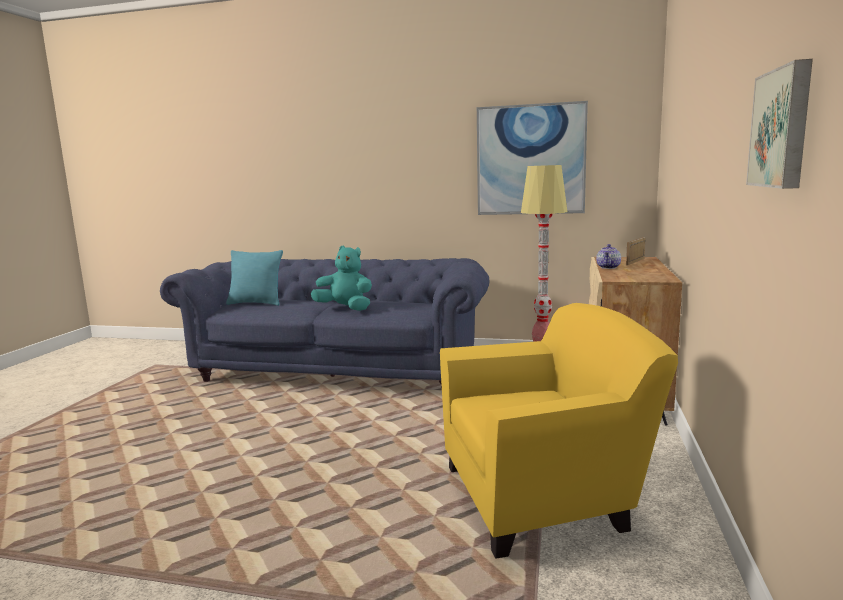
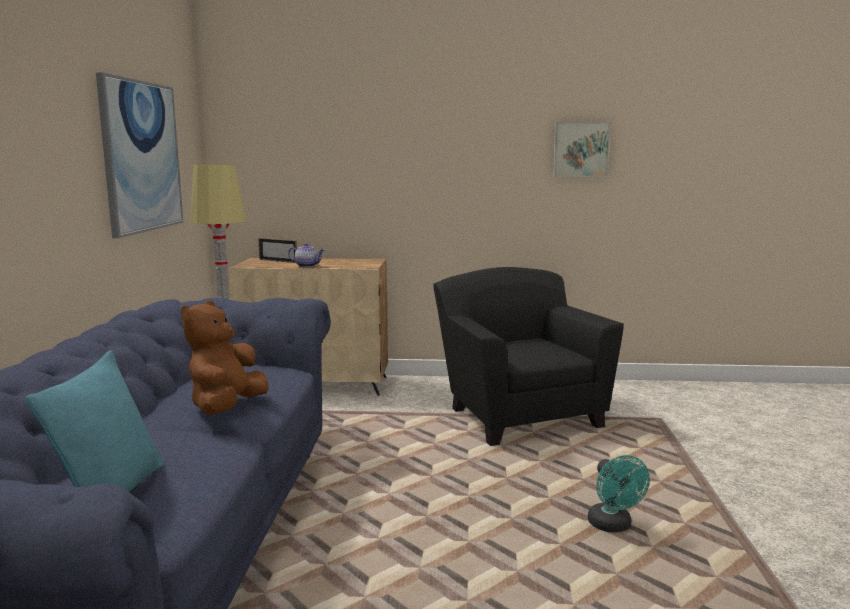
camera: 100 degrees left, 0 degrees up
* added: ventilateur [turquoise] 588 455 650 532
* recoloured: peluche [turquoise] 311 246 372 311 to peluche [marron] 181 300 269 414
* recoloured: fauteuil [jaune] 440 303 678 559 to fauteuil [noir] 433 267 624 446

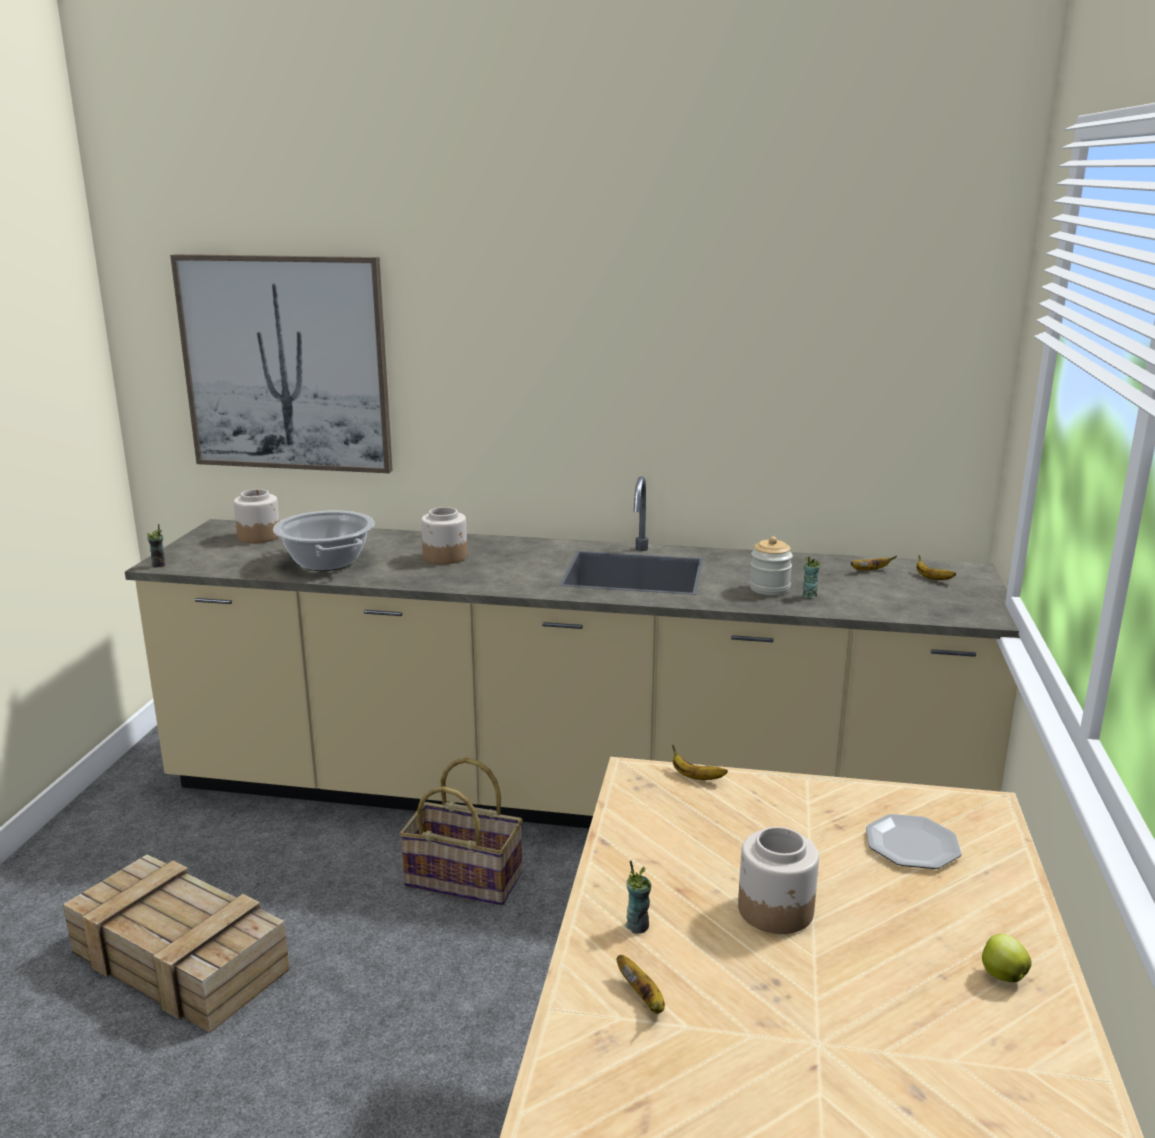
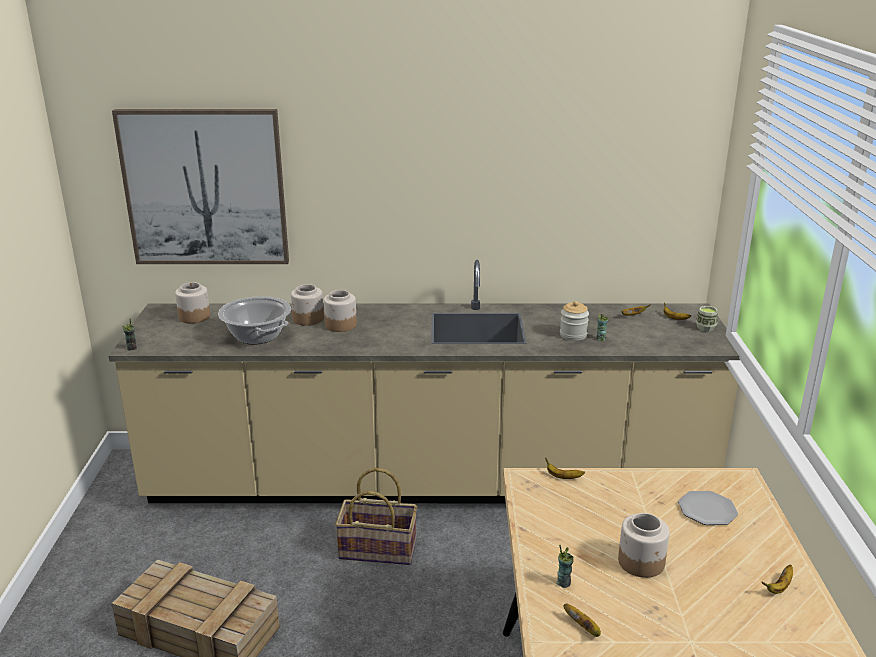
camera: 10 degrees left, 5 degrees up
* added: bocal 291 284 324 326
* added: tasse 696 306 718 332
* replaced: pomme 982 934 1032 982 to banane 762 565 793 594

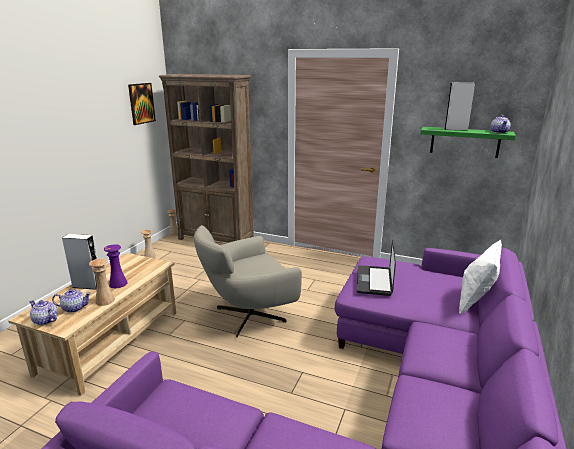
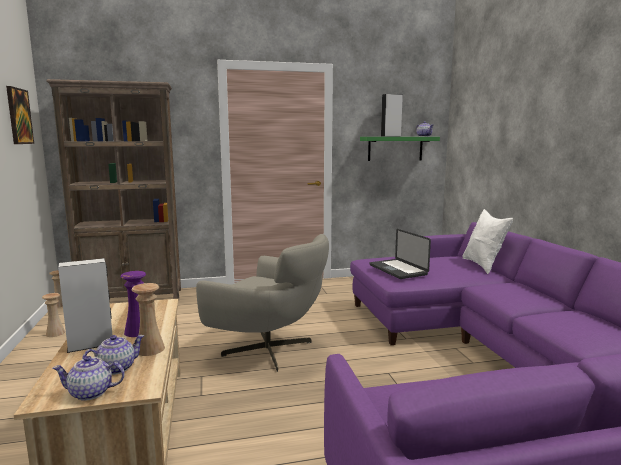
camera: 35 degrees left, 10 degrees down
* turned: fauteuil [gris] 194 225 302 338 = 196 234 329 372 90 degrees counterclockwise

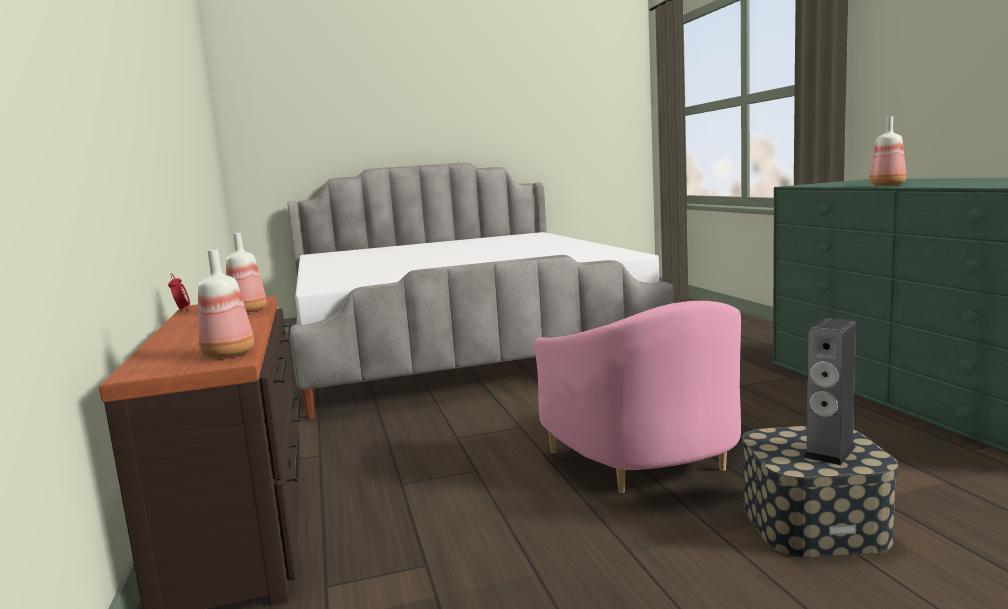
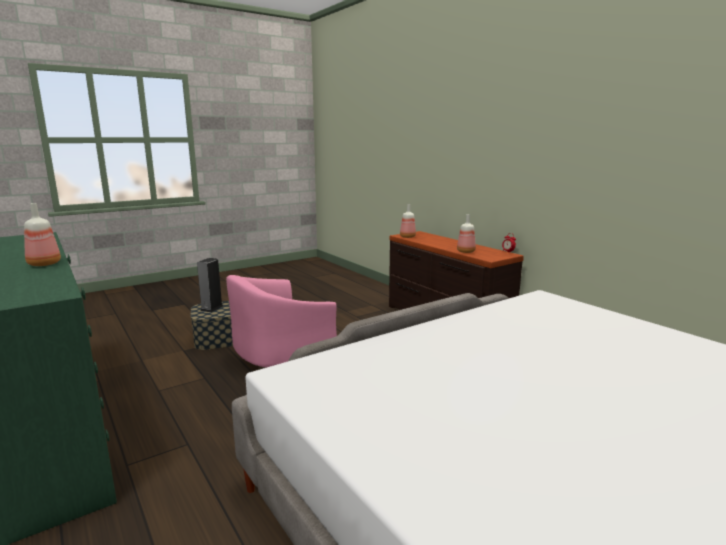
camera: 160 degrees right, 5 degrees up
* turned: fauteuil [rose] 535 301 741 493 = 226 275 337 367 90 degrees counterclockwise

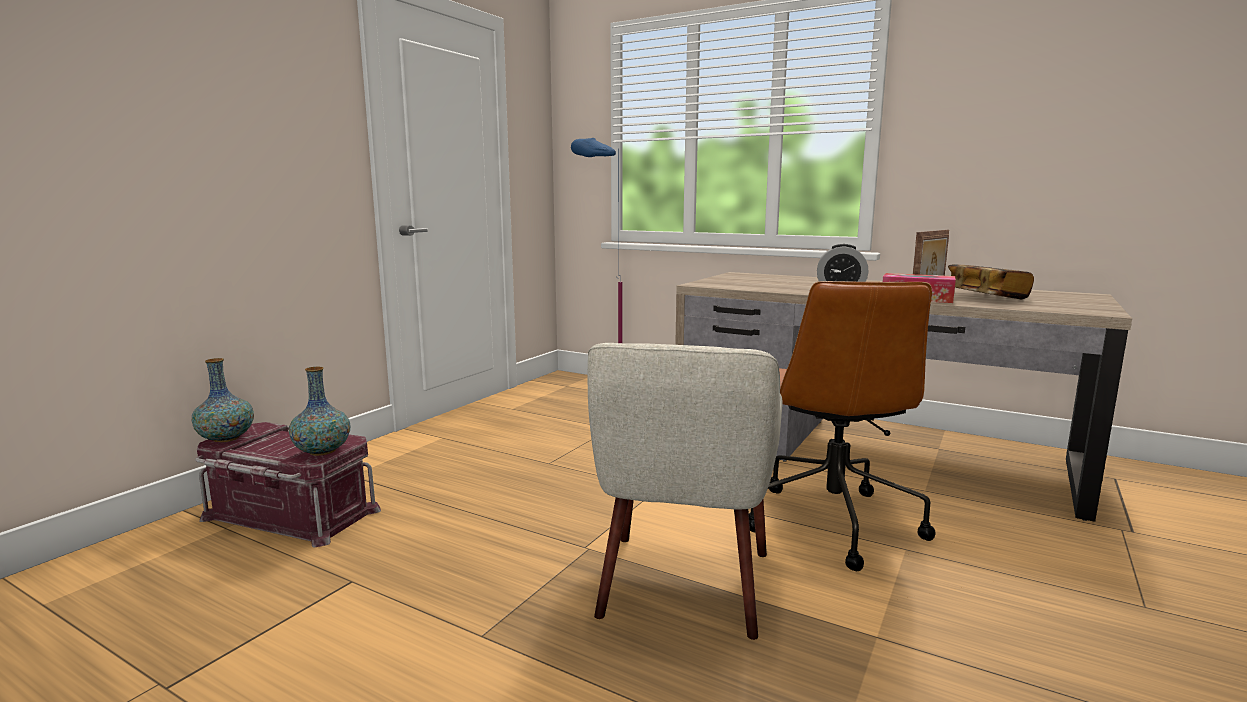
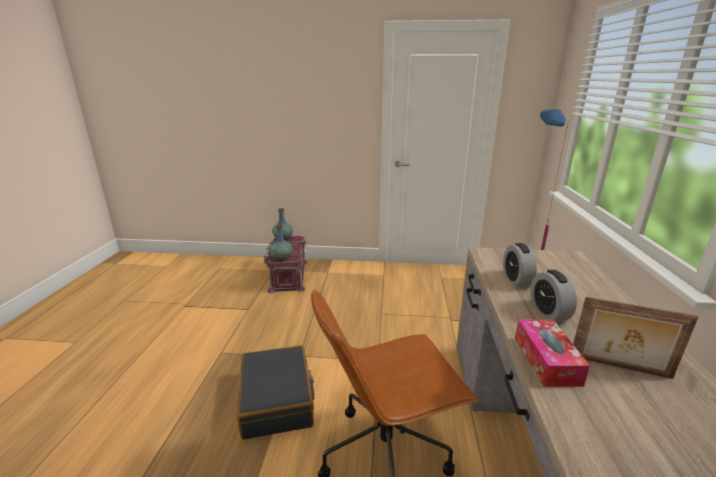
camera: 65 degrees right, 10 degrees up
* removed: livre 948 264 1034 300
* added: réveil 503 243 537 287
* replaced: fauteuil [beige] 588 343 783 640 to valise [noir] 237 345 314 440

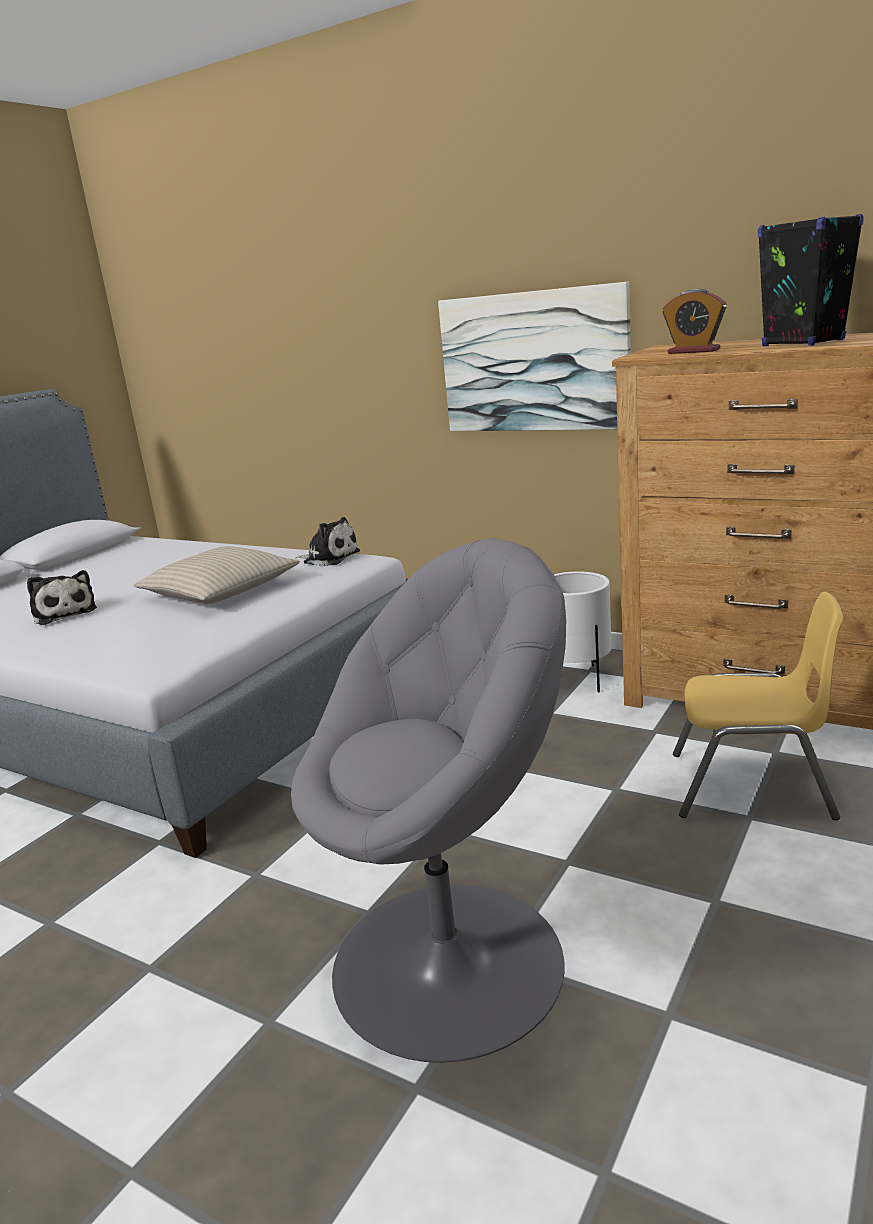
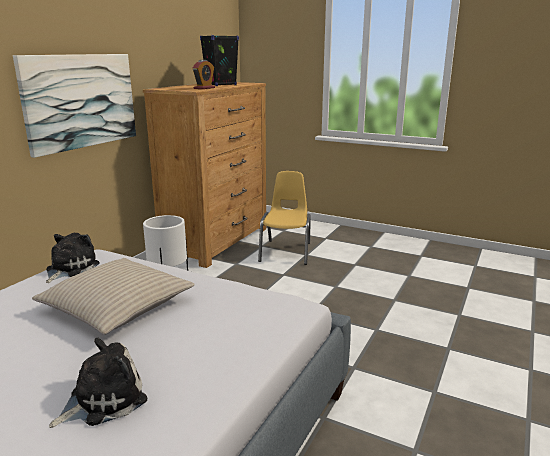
camera: 95 degrees left, 0 degrees up
* removed: fauteuil [gris] 291 538 566 1063

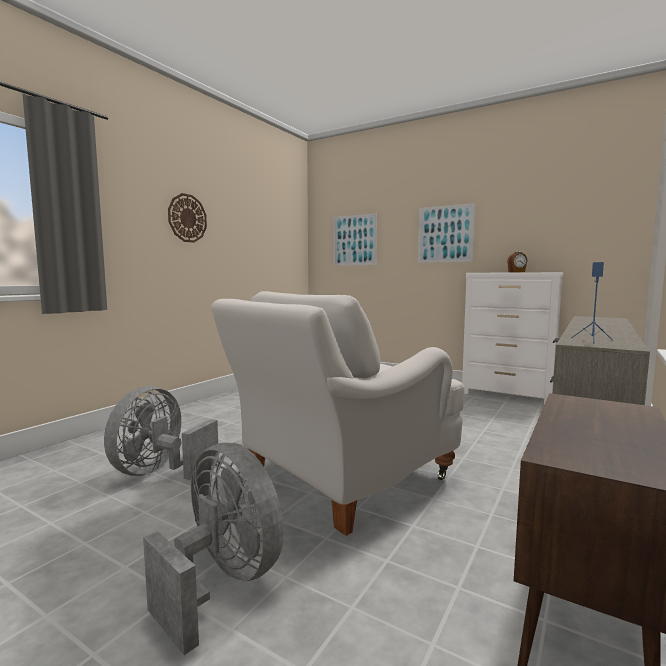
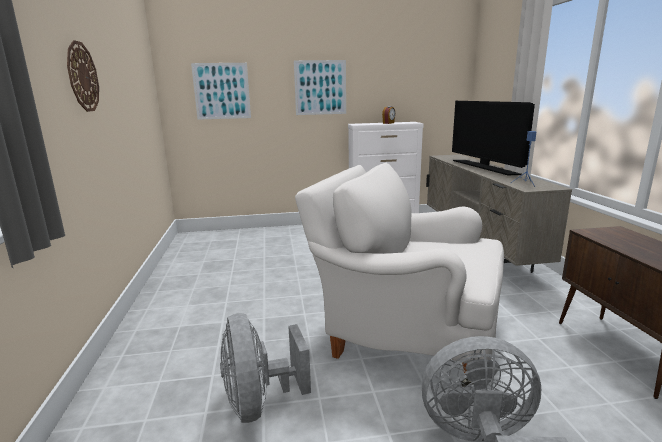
camera: 40 degrees left, 10 degrees up
* added: téléviseur 452 101 535 175
* turned: fauteuil [blanc] 211 291 464 536 = 295 163 504 387 105 degrees clockwise

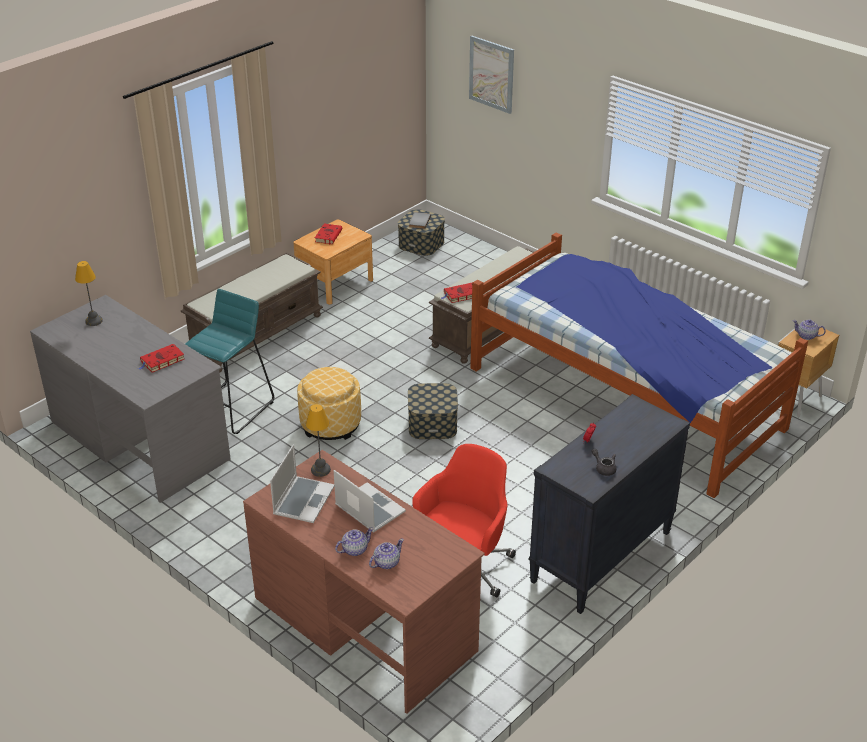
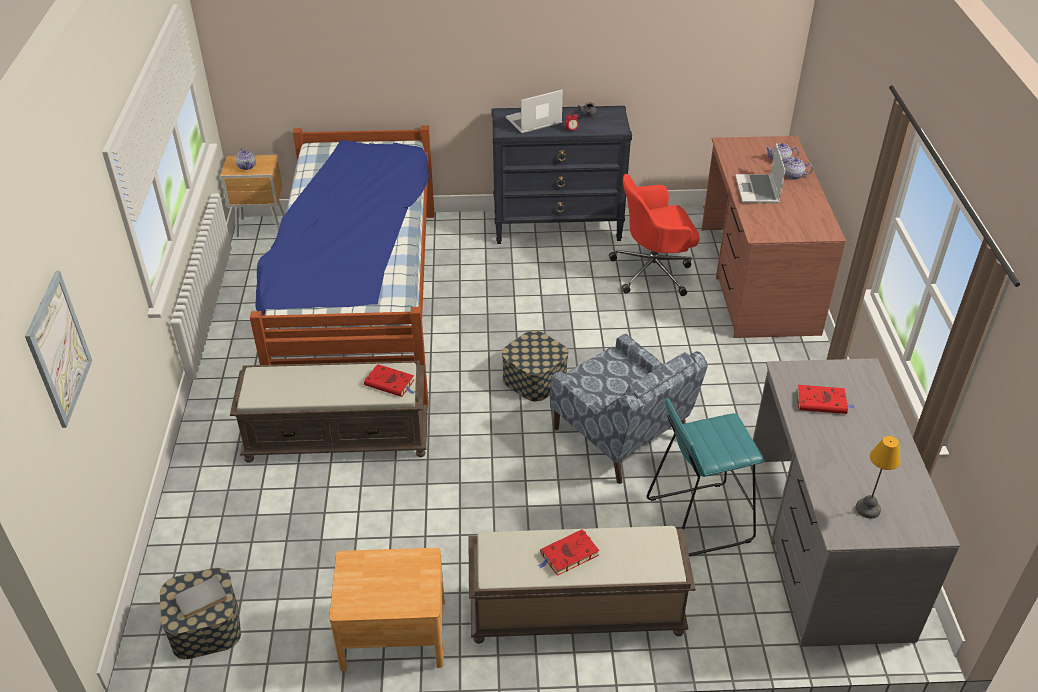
camera: 135 degrees left, 5 degrees up
* removed: lampe de table 306 404 331 477
* moved: ordinateur portable 270 444 334 523 to 506 89 563 134
* moved: livre [rouge] 315 224 343 244 to 538 529 599 576
* replaced: pouf 297 367 361 440 to fauteuil [bleu] 550 334 708 484

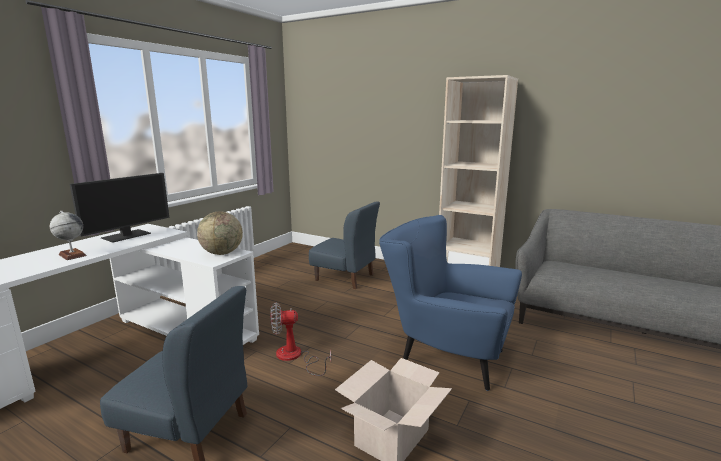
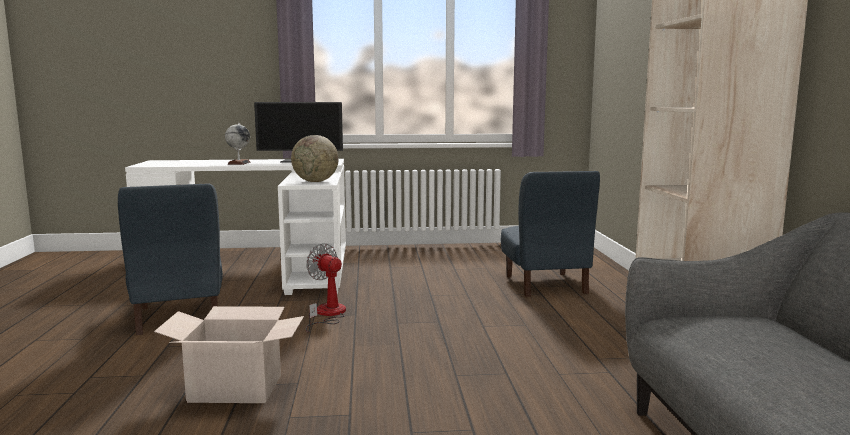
camera: 55 degrees right, 5 degrees down
* removed: fauteuil [bleu] 379 215 522 391

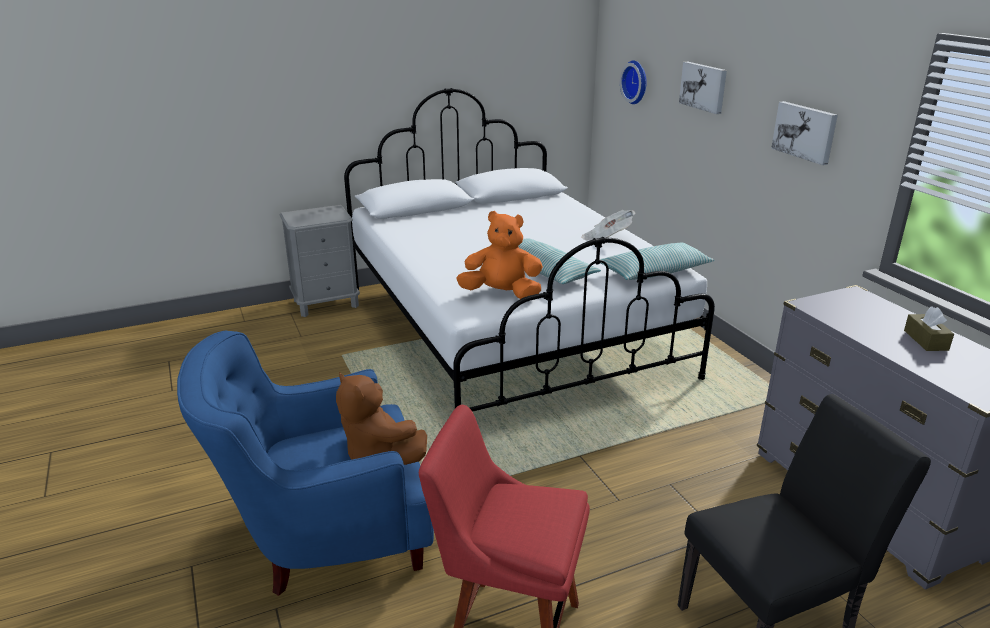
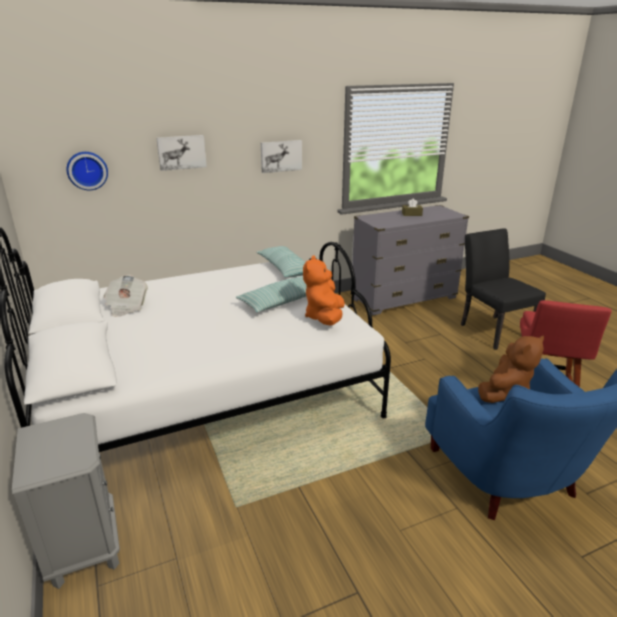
camera: 90 degrees left, 0 degrees up
* moved: journal 581 210 636 241 to 104 275 148 317

